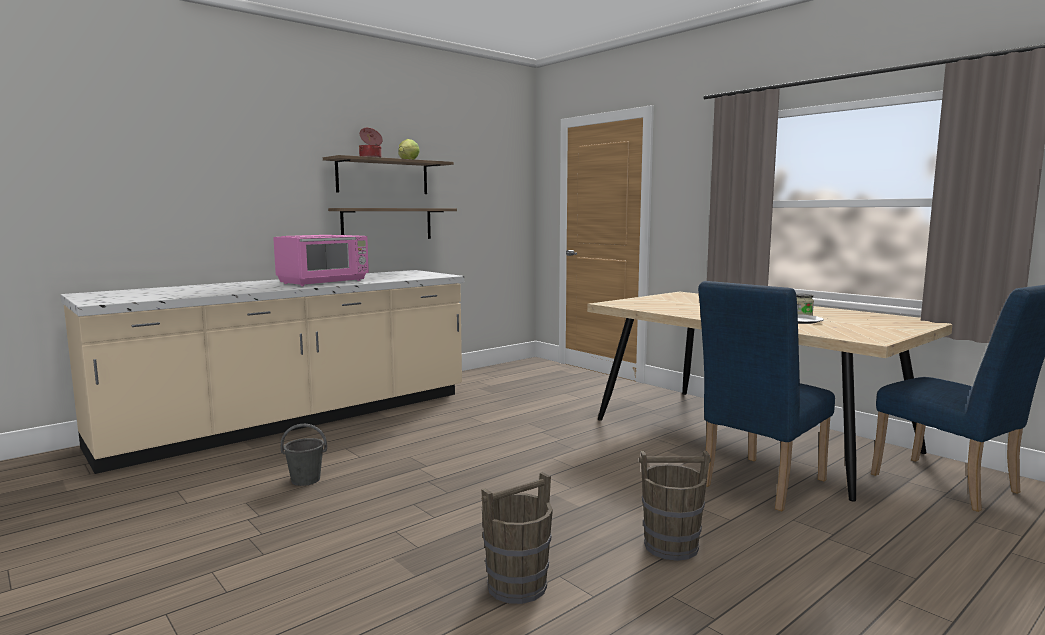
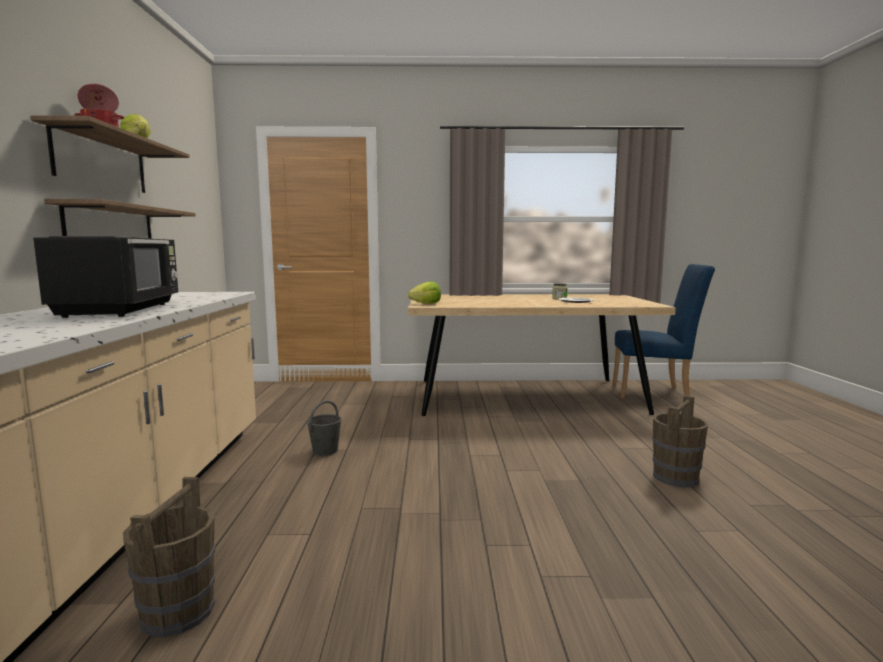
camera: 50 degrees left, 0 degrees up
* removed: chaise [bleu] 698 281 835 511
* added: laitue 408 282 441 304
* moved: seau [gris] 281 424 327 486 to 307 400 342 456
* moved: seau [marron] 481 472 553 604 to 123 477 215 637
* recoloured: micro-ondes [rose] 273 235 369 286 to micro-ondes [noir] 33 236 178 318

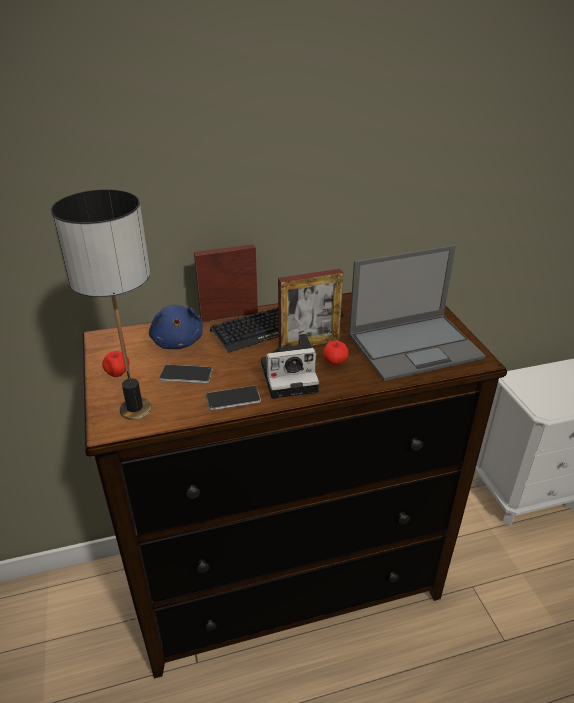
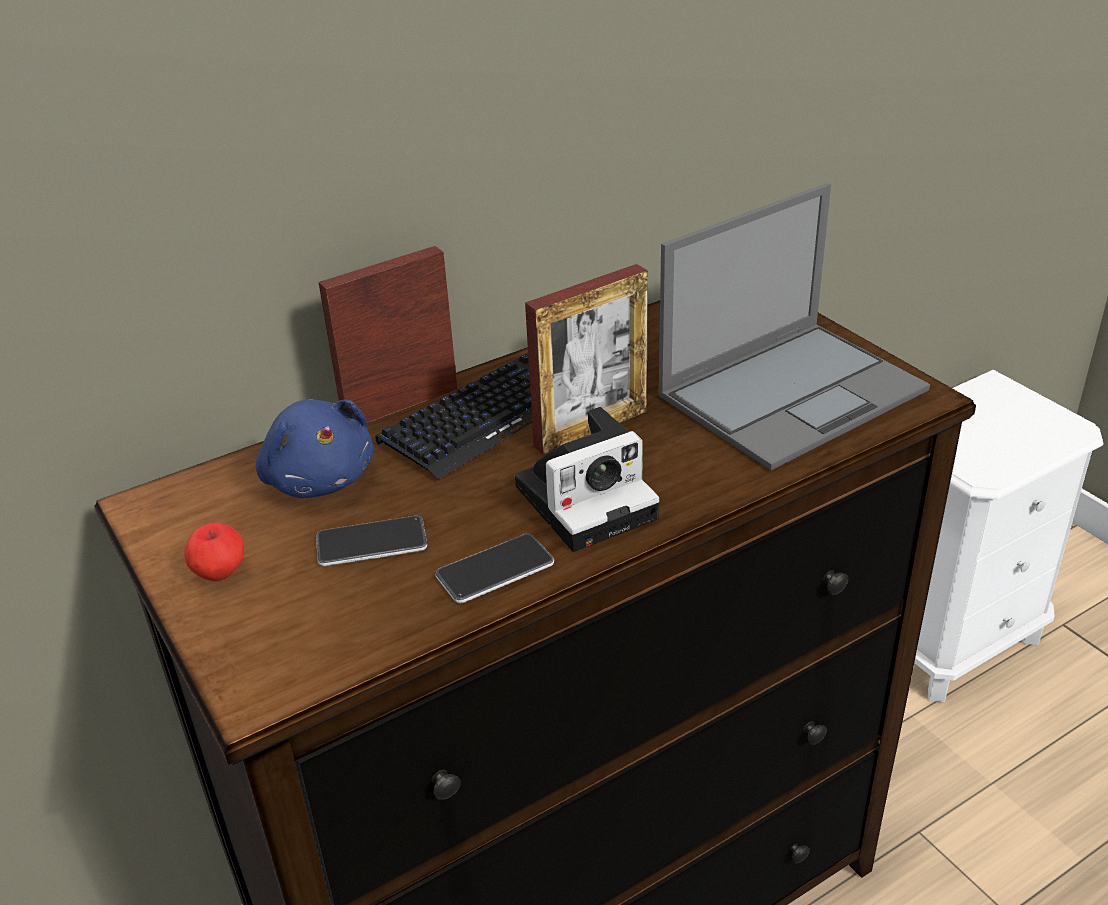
camera: 15 degrees left, 0 degrees up
* removed: lampe de table 51 189 151 420
* removed: pomme 323 340 349 365

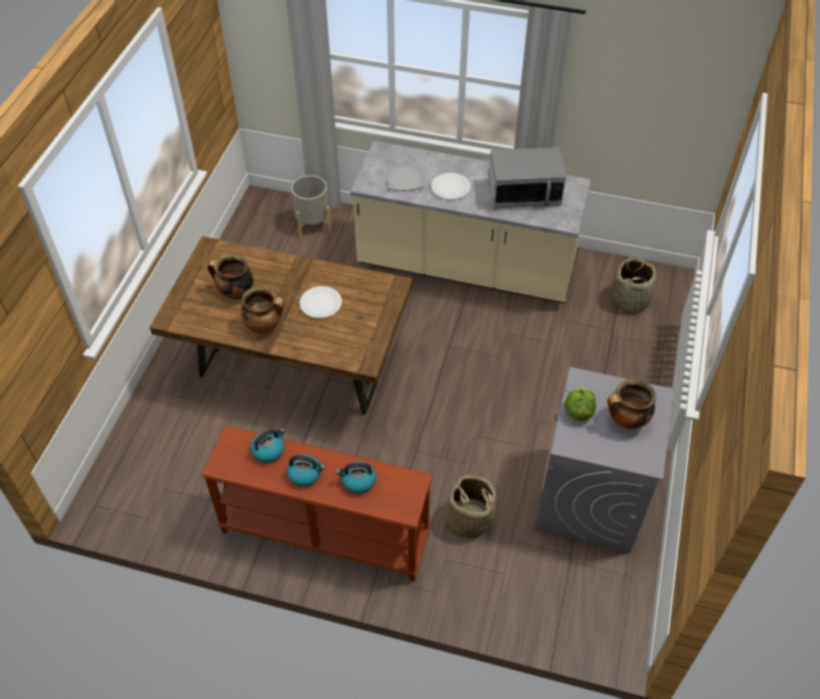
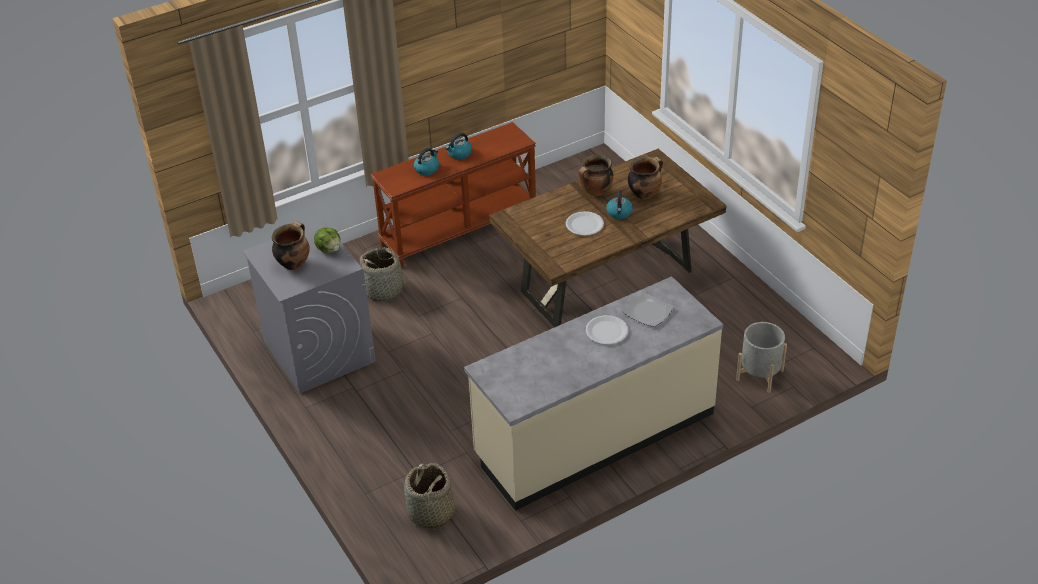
camera: 135 degrees right, 10 degrees down
* removed: micro-ondes 488 147 566 208
* moved: bouilloire 250 428 285 463 to 606 190 633 219

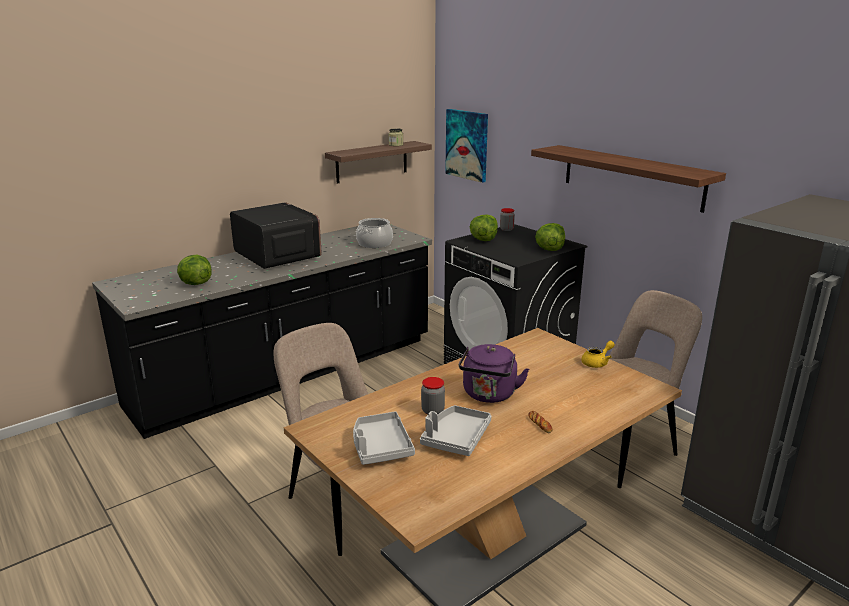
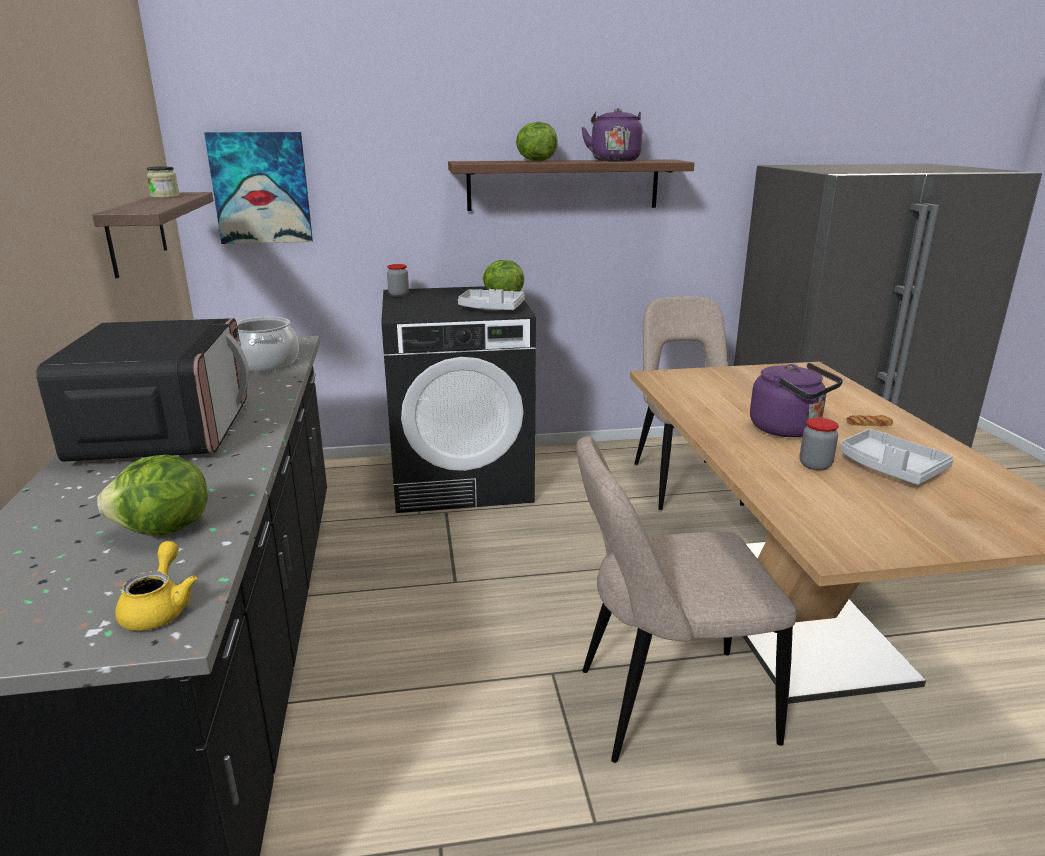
camera: 60 degrees left, 0 degrees up
* added: bouilloire [violet] 581 108 643 162
* moved: plateau [gris] 353 411 415 465 to 458 289 525 310
* moved: laitue 470 215 498 241 to 516 122 558 162
* moved: théière [jaune] 581 341 615 368 to 115 541 197 631
* turned: micro-ondes 230 202 322 269 = 36 318 249 462 90 degrees clockwise

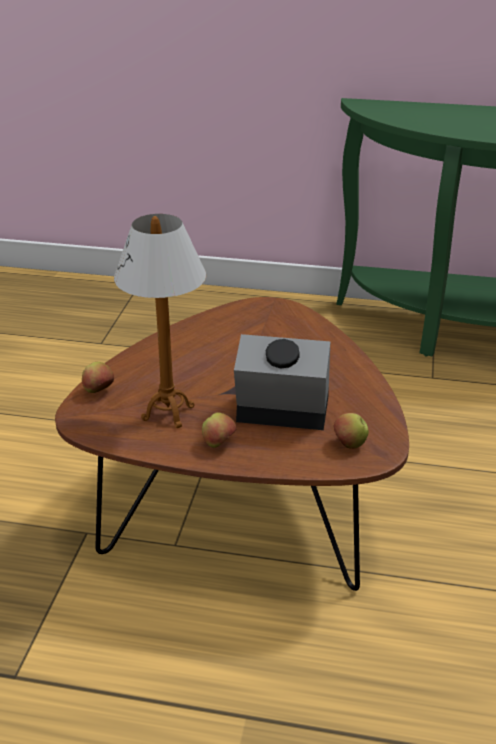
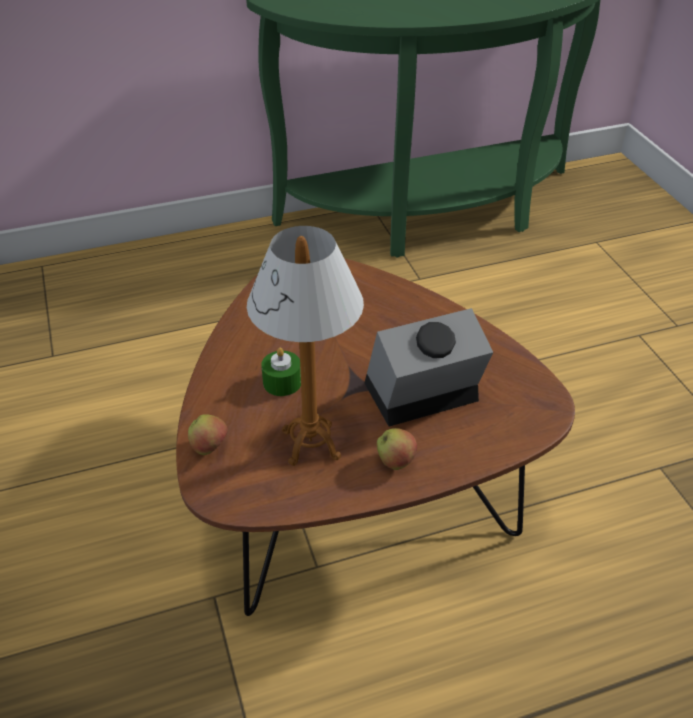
camera: 30 degrees left, 10 degrees up
* removed: pomme 334 413 369 449
* added: bougie [vert] 261 348 301 396

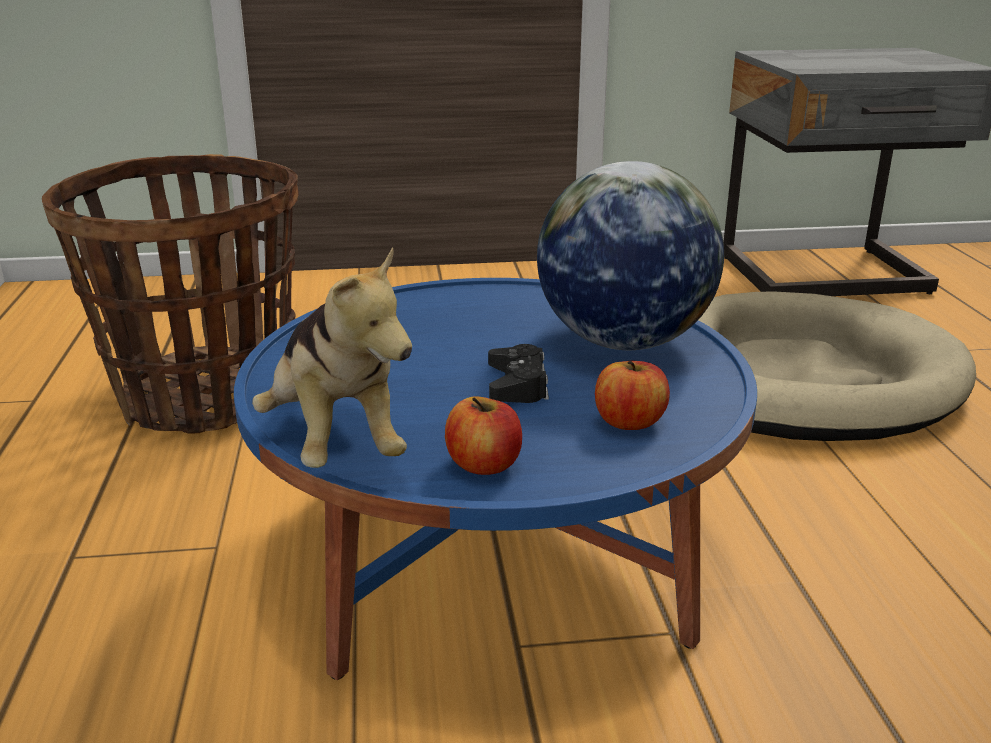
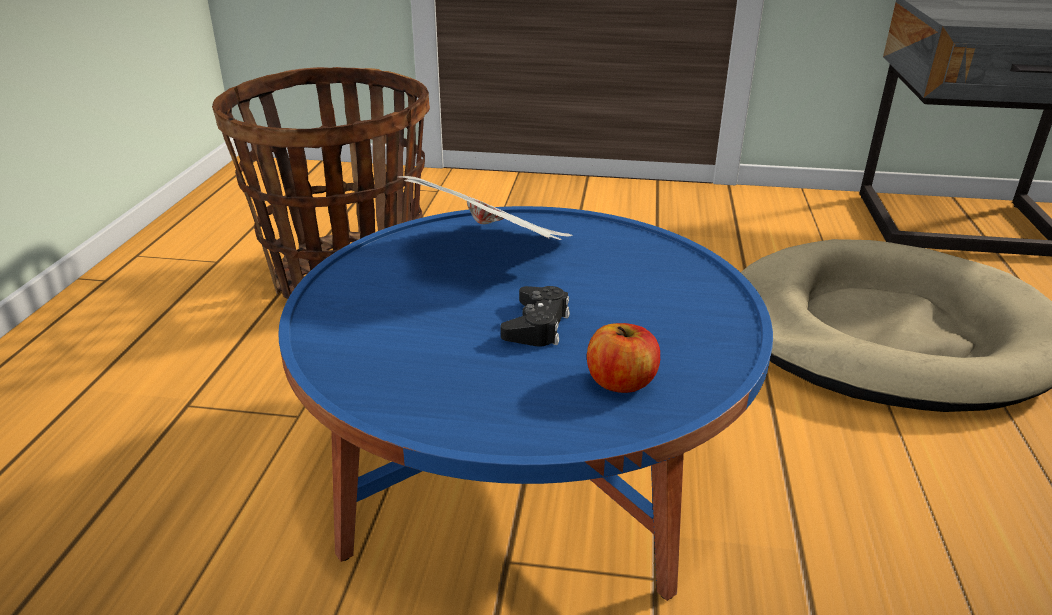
camera: 15 degrees right, 5 degrees up
* removed: peluche 252 247 412 468
* removed: pomme 445 396 522 475
* removed: globe 537 161 724 350
* added: journal 398 176 573 240

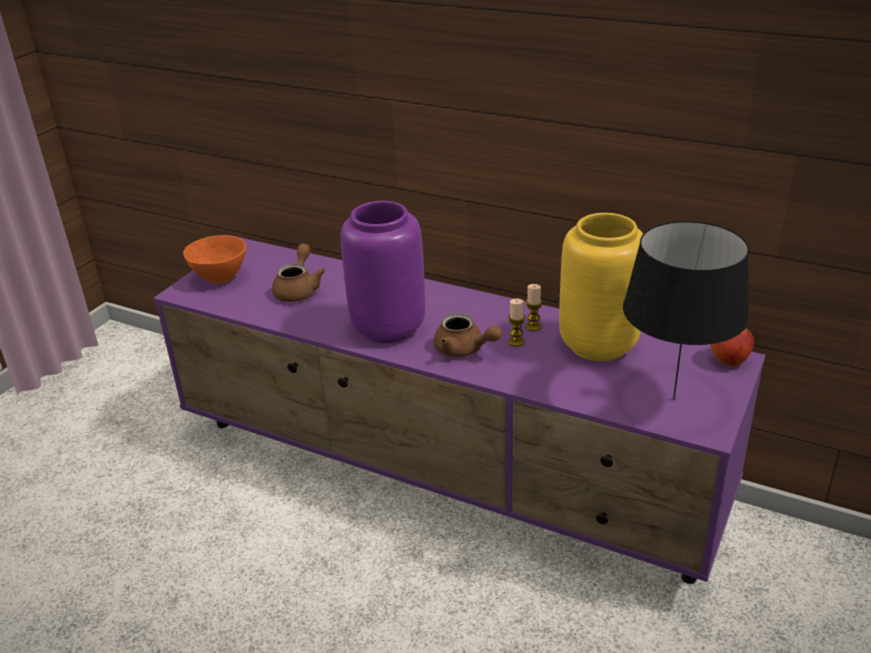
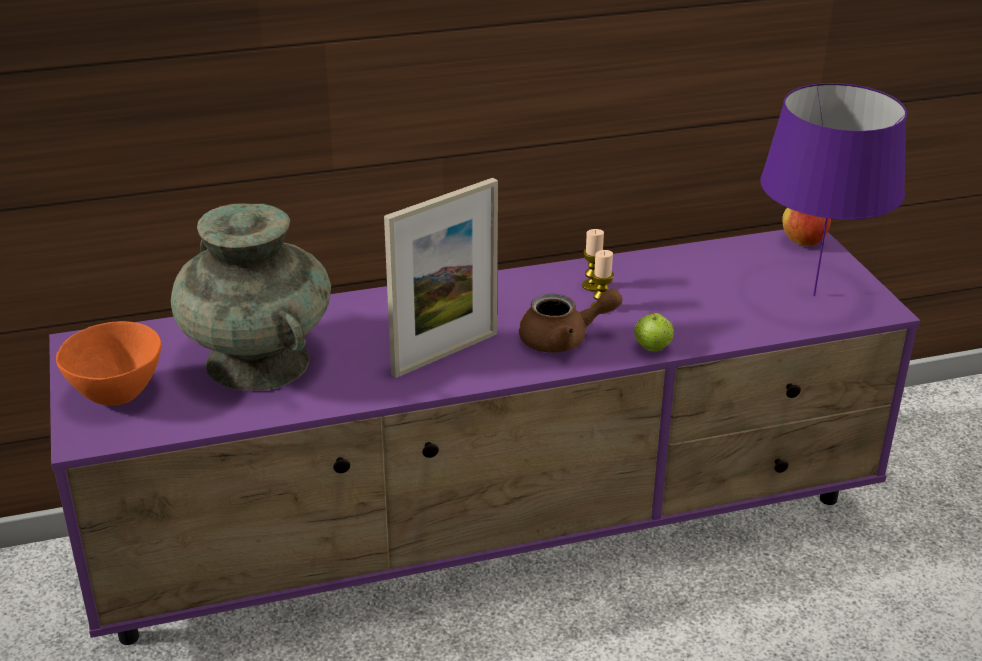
camera: 45 degrees left, 0 degrees up
* removed: vase [jaune] 559 213 643 361
* added: pomme 634 311 674 352
* replaced: théière [marron] 272 244 325 302 to vase [turquoise] 171 203 331 391
* replaced: vase [violet] 341 201 425 343 to cadre photo 384 178 498 378
* recoloured: lampe de table [noir] 623 221 750 399 to lampe de table [violet] 760 83 907 296

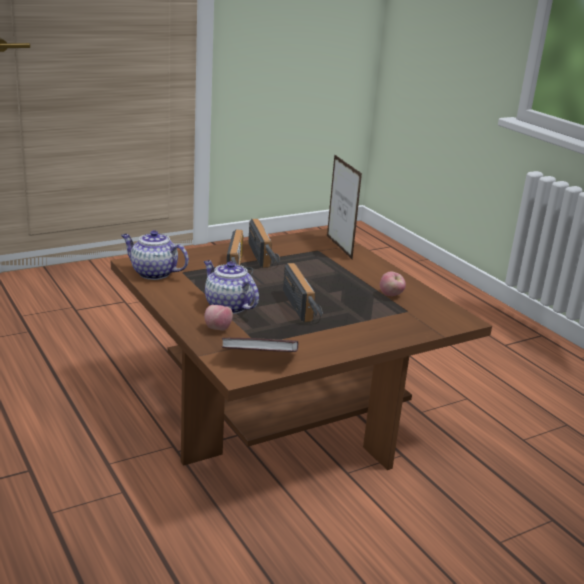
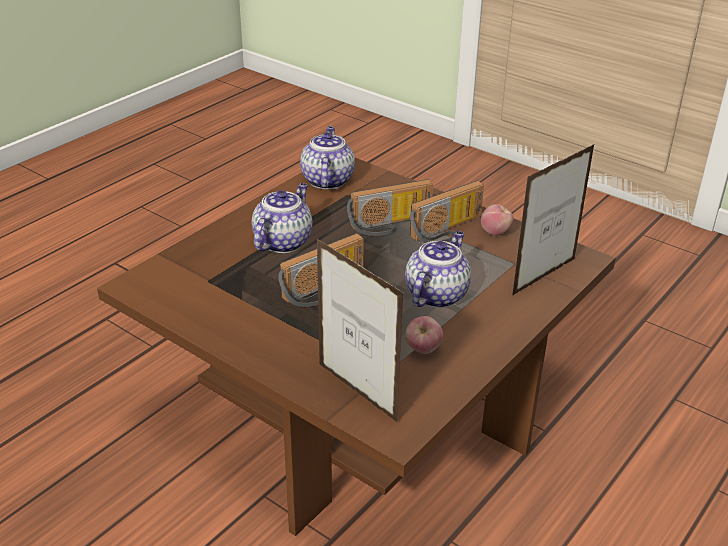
camera: 70 degrees right, 10 degrees up
* removed: livre 222 338 298 352
* added: cadre photo 317 239 404 423
* added: théière 405 231 471 308
* moved: pomme 204 305 233 331 to 481 204 514 236

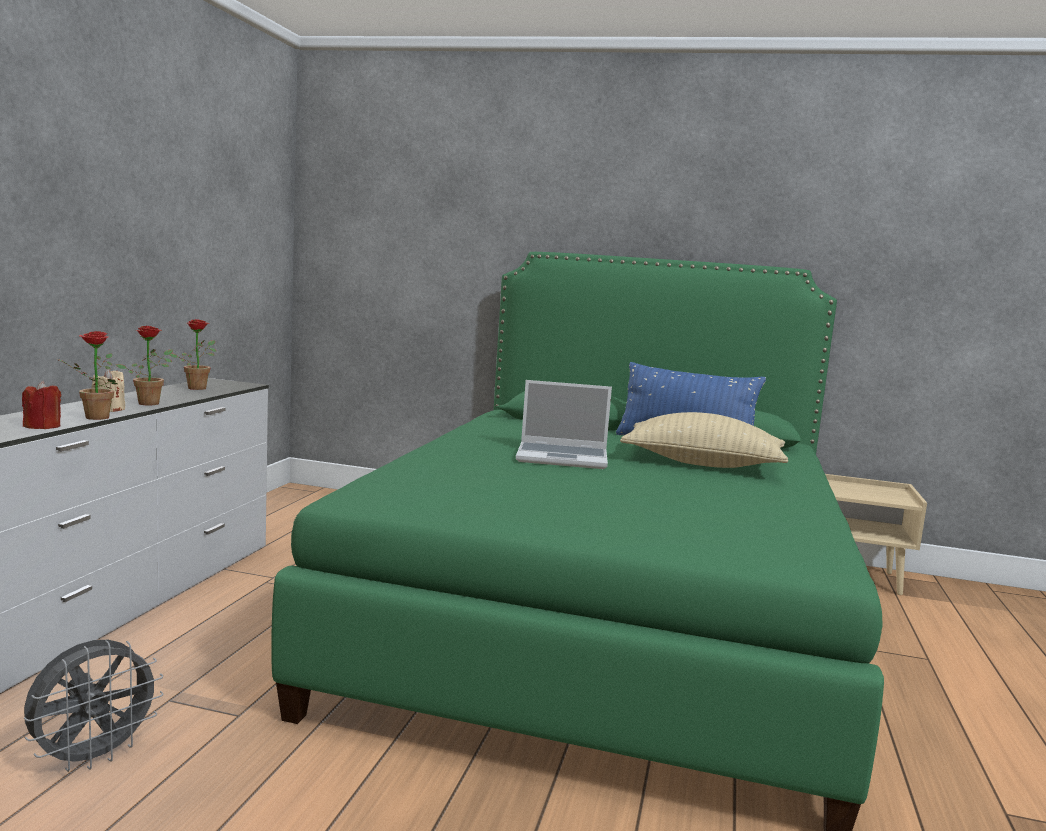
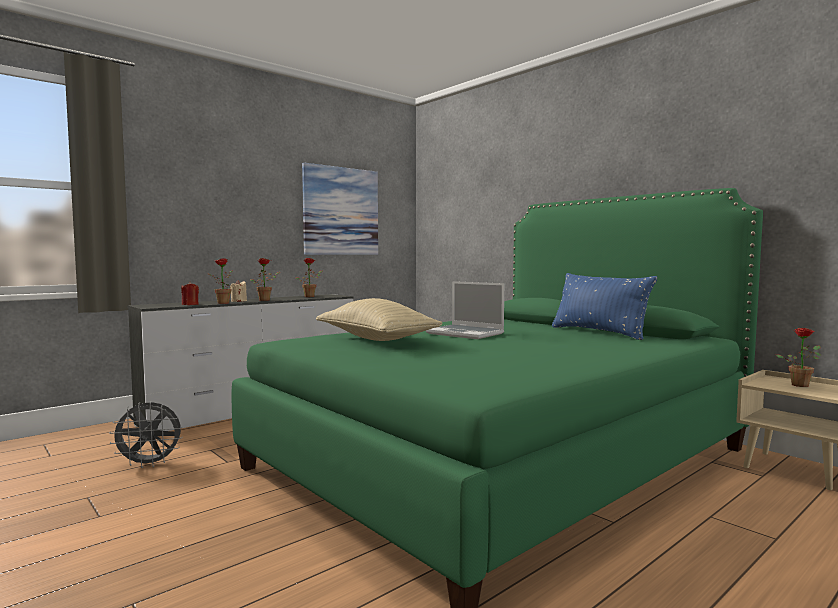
camera: 35 degrees right, 5 degrees down
* added: tableau 302 163 378 255
* added: plante en pot 776 328 821 387
* moved: coussin [beige] 620 412 788 468 to 316 298 442 341

